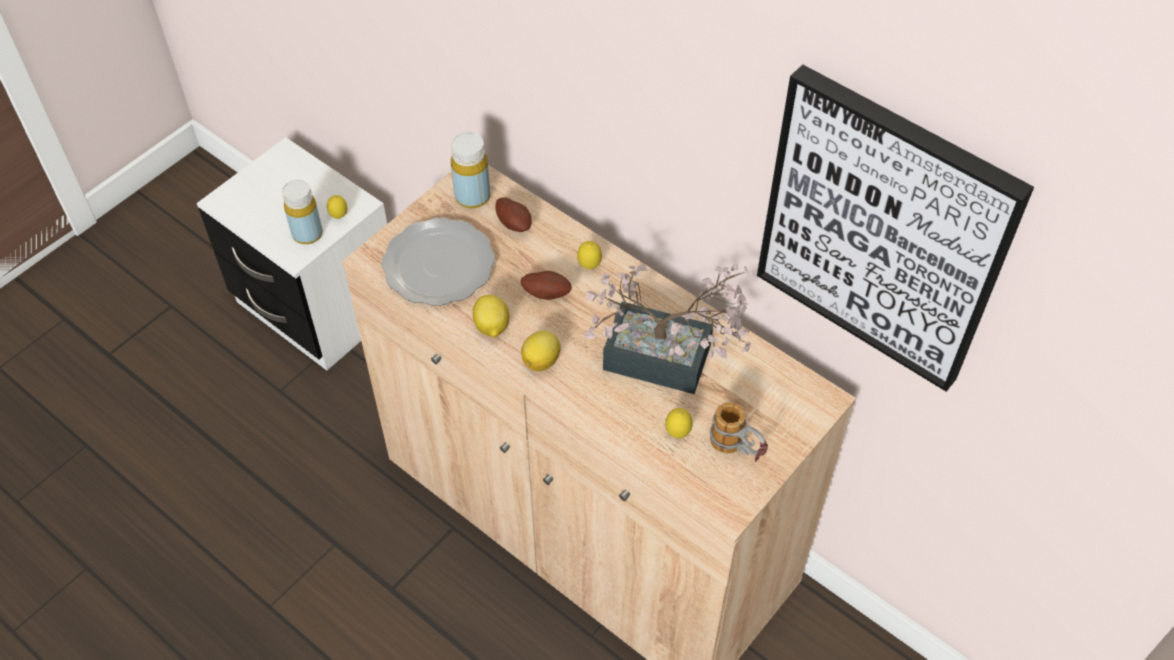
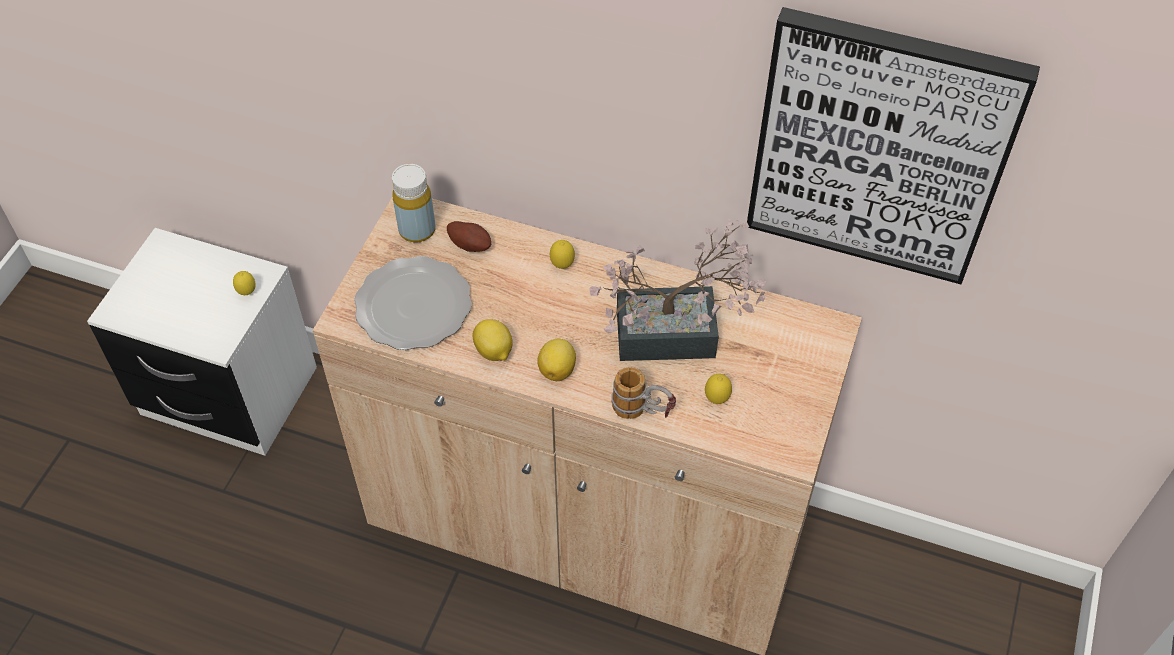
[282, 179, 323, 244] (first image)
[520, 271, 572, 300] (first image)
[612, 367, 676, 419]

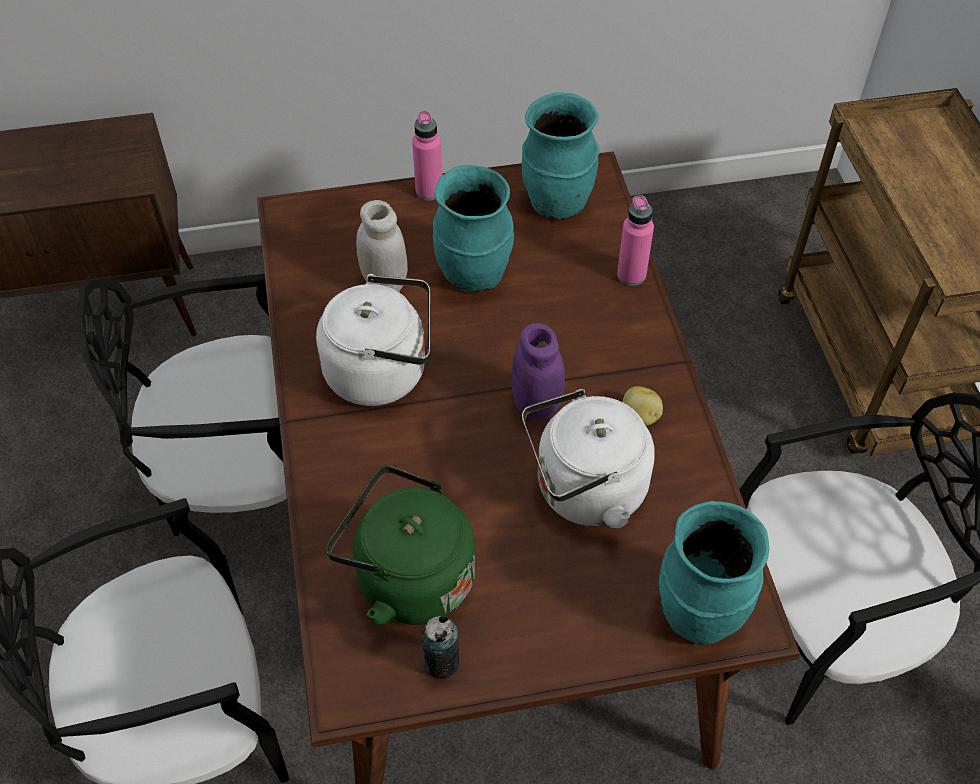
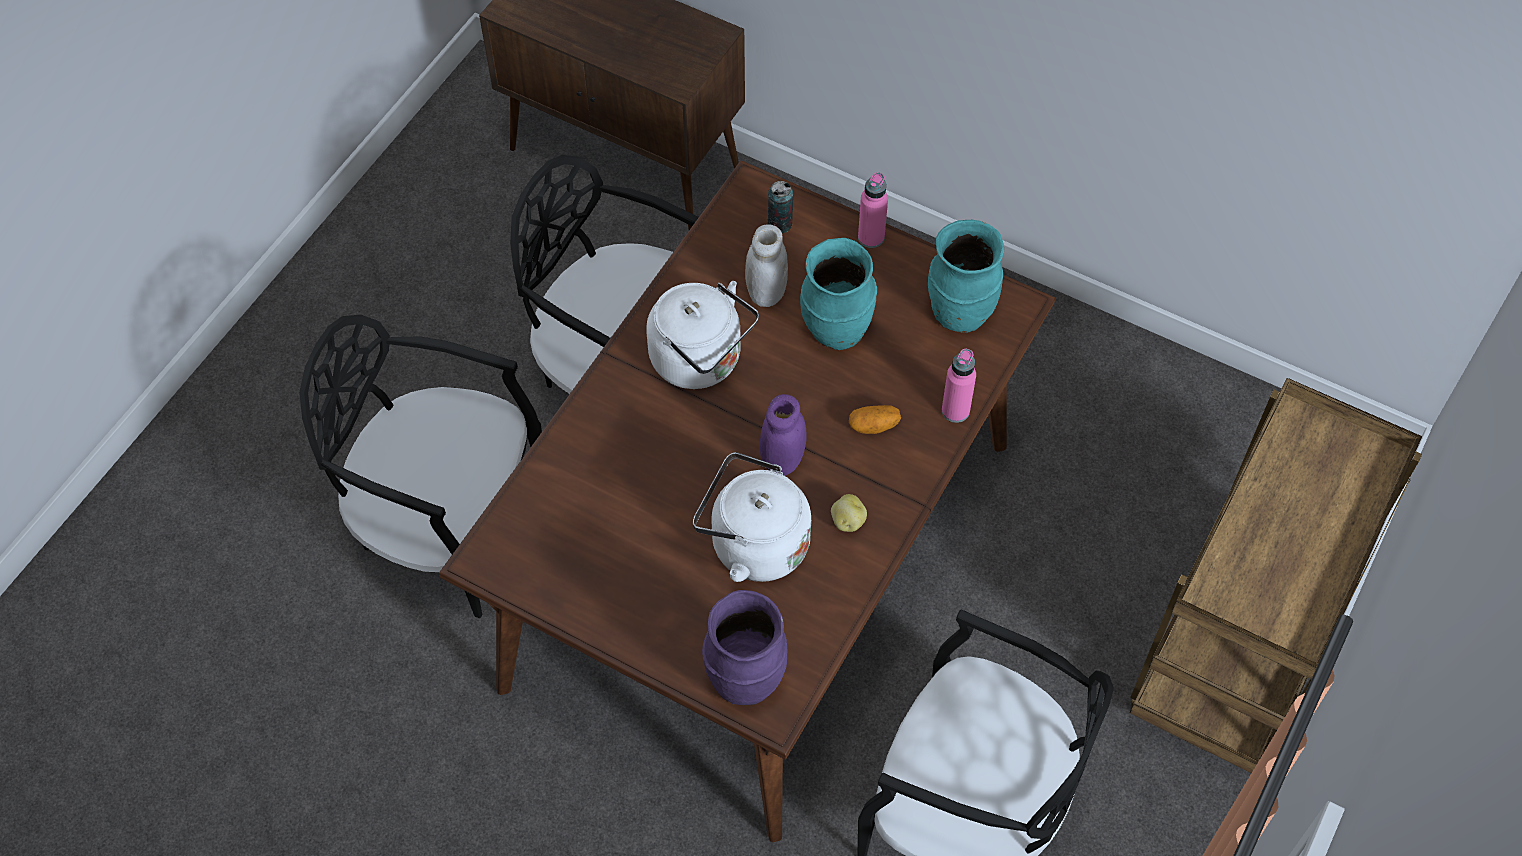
[326, 465, 476, 625] (first image)
[702, 590, 787, 705]
[767, 181, 793, 233]
[849, 405, 901, 434]

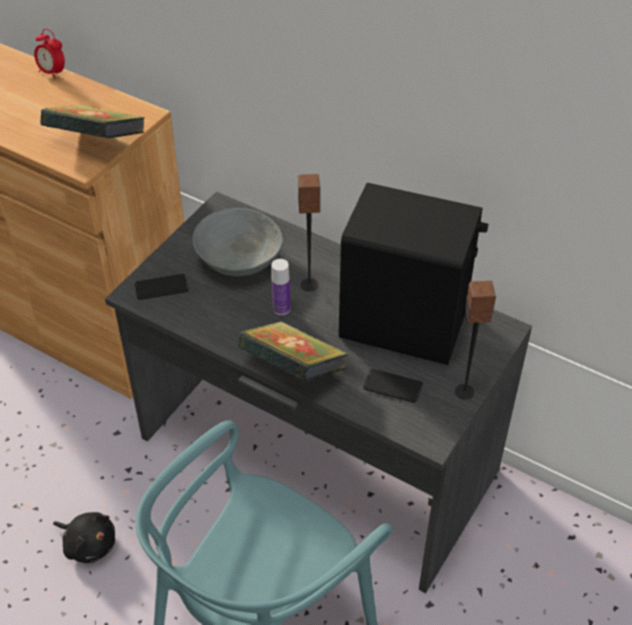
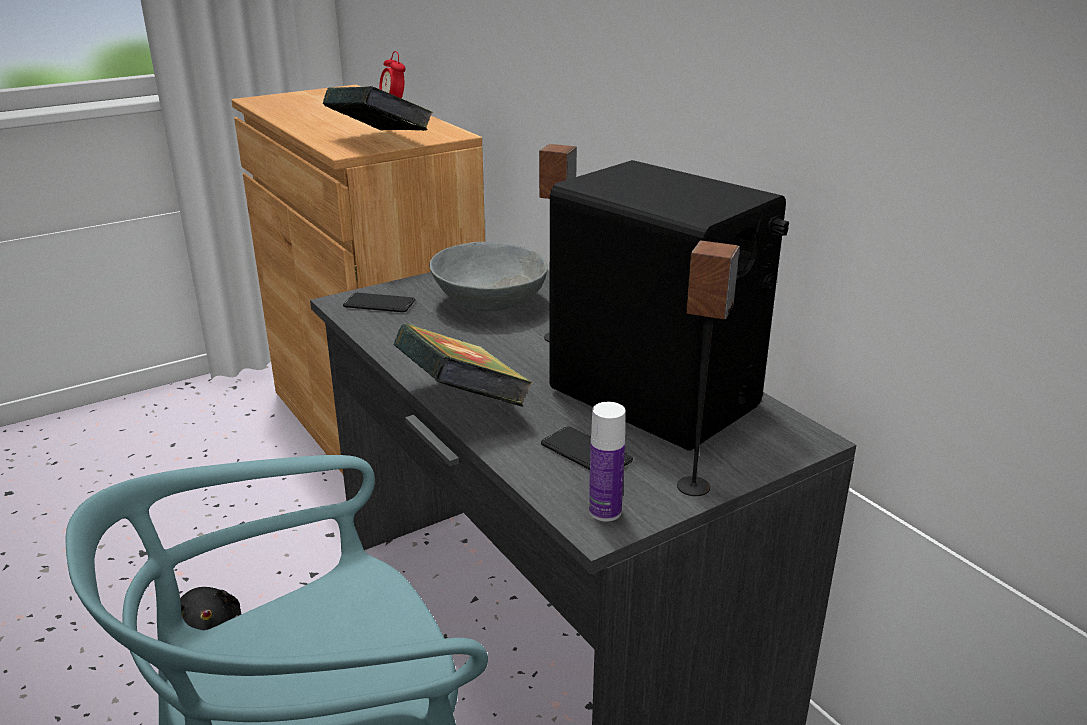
[589, 402, 626, 522]

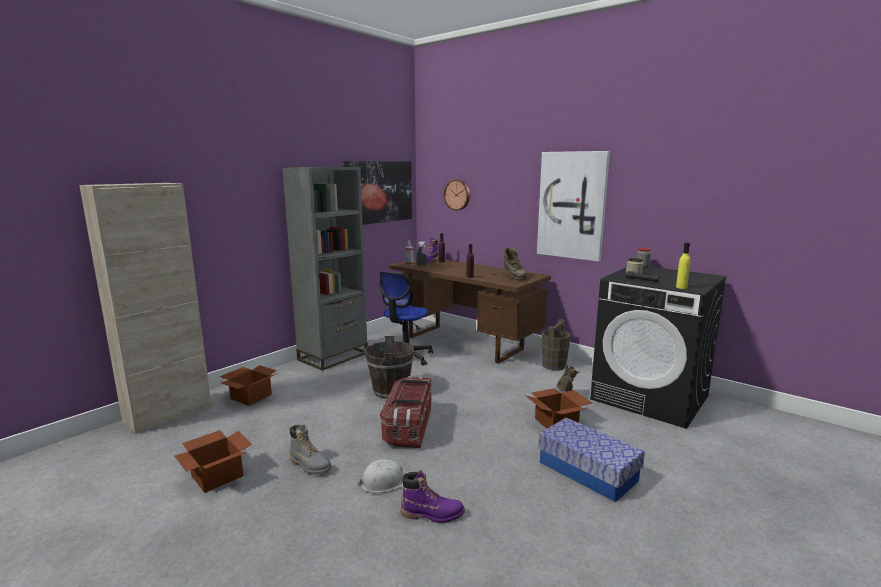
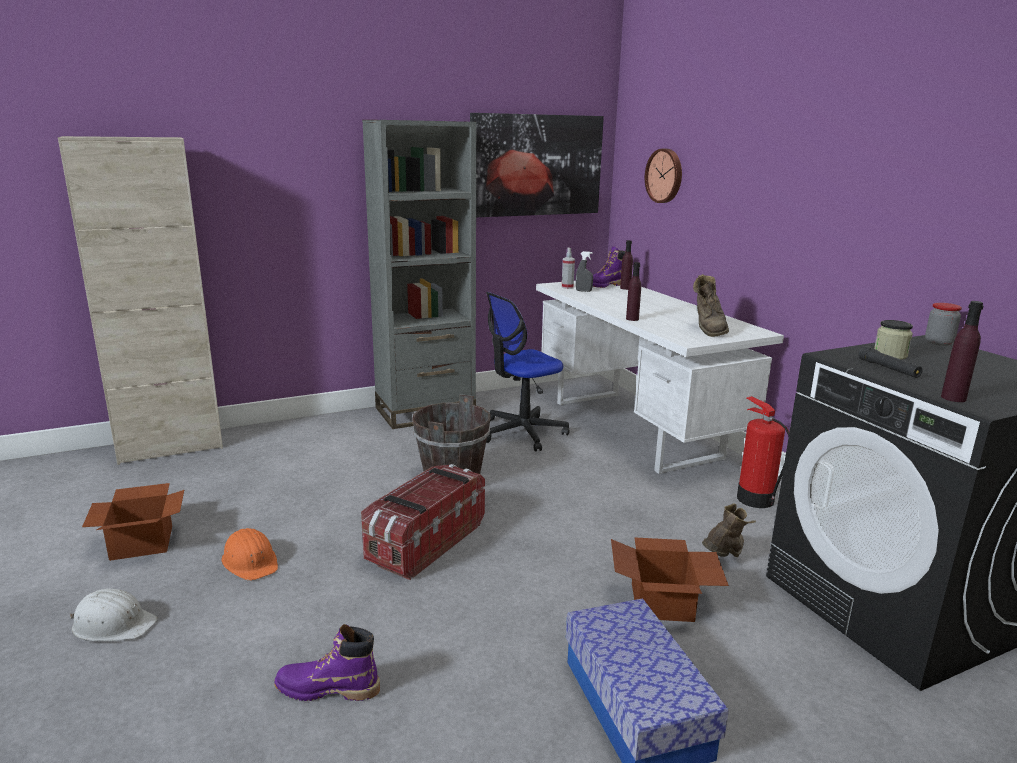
[537, 151, 610, 262] (first image)
[941, 301, 983, 402]
[536, 281, 784, 474]
[737, 396, 789, 508]
[219, 365, 277, 406] (first image)
[222, 528, 278, 581]
[69, 588, 158, 641]
[274, 624, 380, 701]

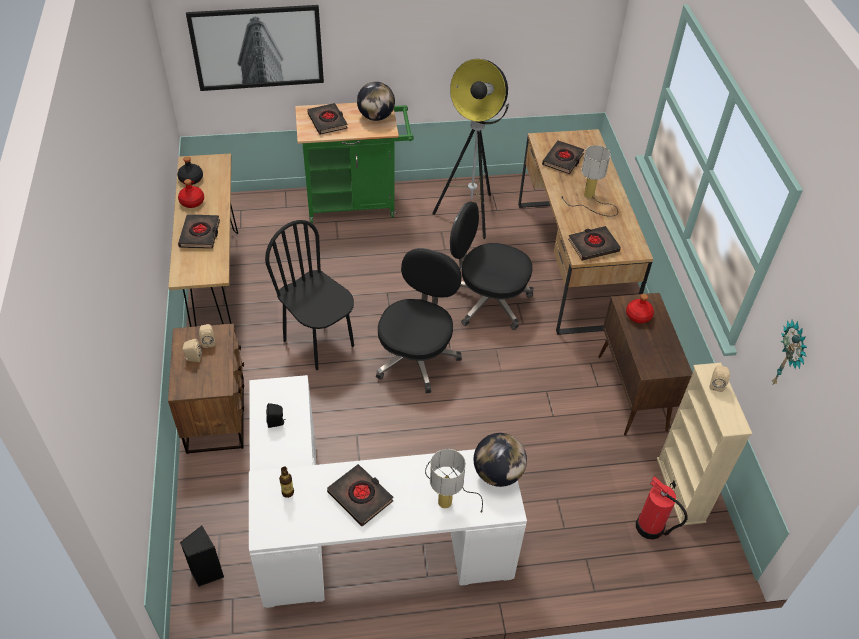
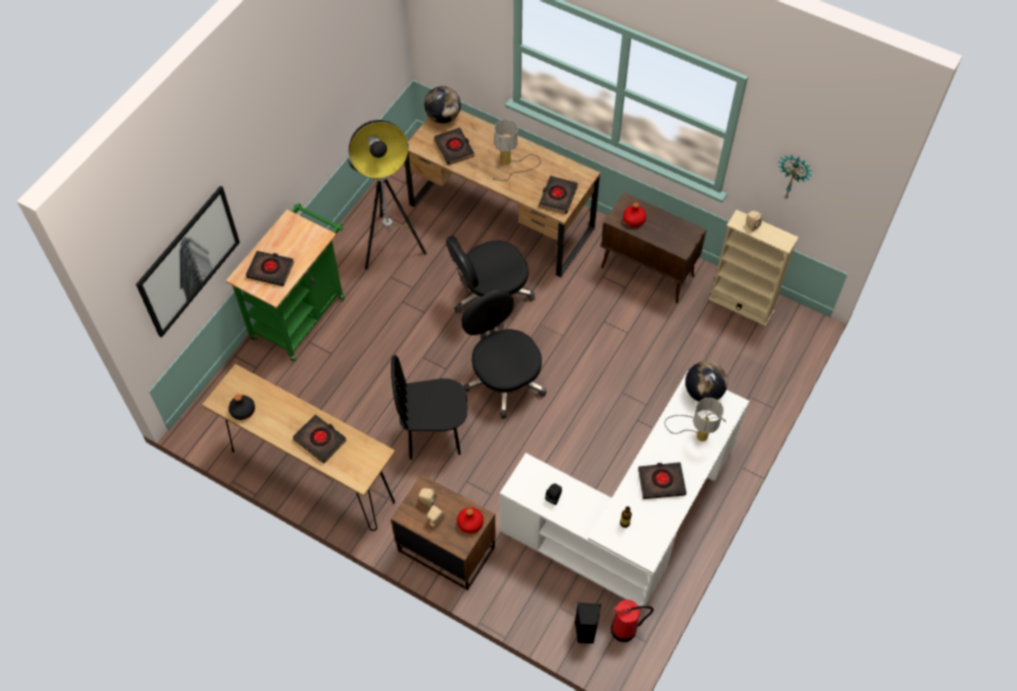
[424, 86, 461, 123]
[457, 507, 484, 534]
[611, 600, 654, 642]

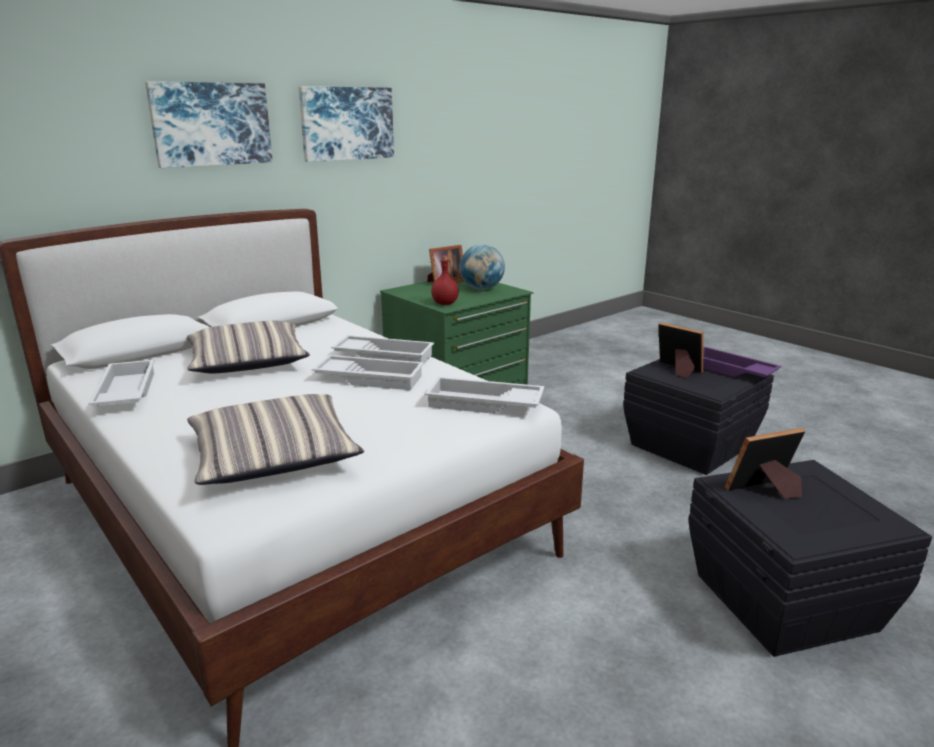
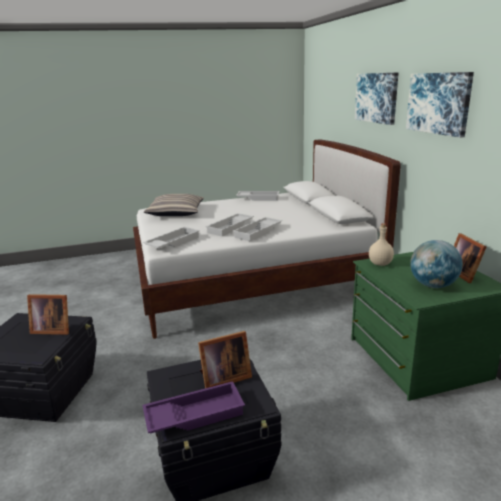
[369, 223, 394, 266]
[187, 321, 310, 374] (first image)
[27, 294, 69, 335]

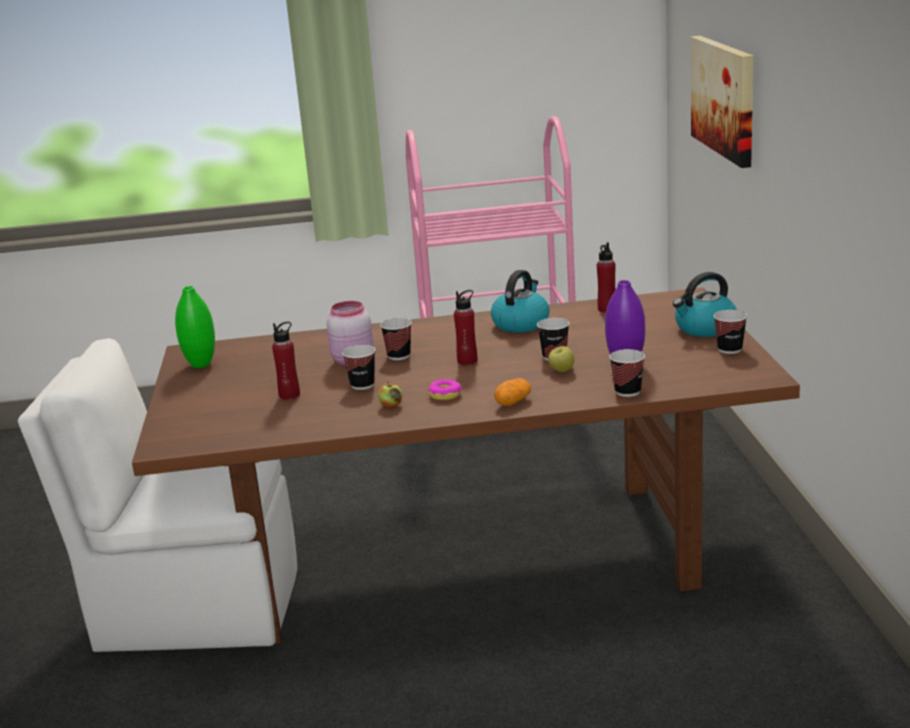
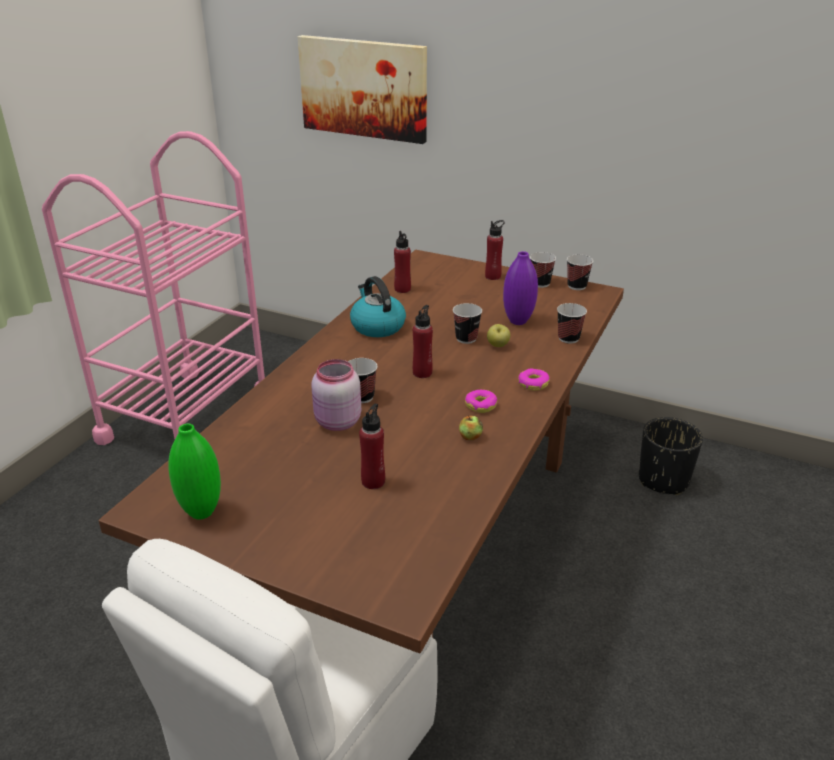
[485, 220, 505, 280]
[567, 254, 593, 290]
[518, 369, 550, 391]
[639, 417, 703, 495]

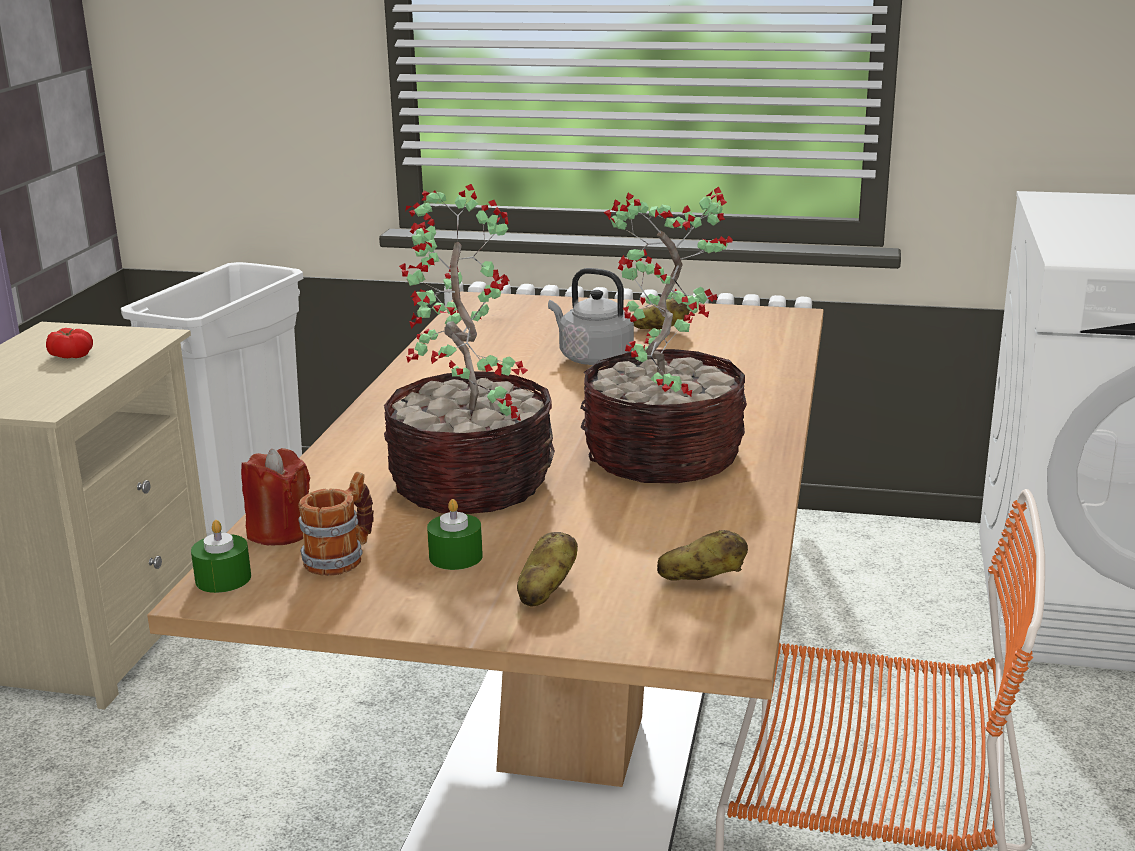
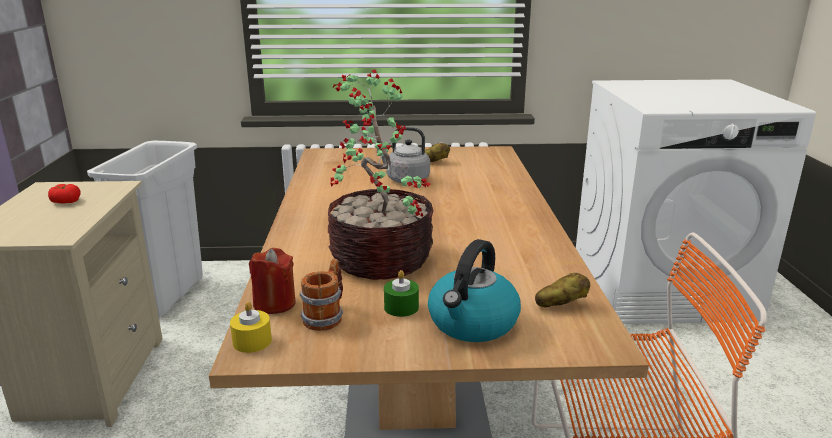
[580, 187, 747, 483] (first image)
[230, 302, 272, 353]
[428, 239, 521, 342]

